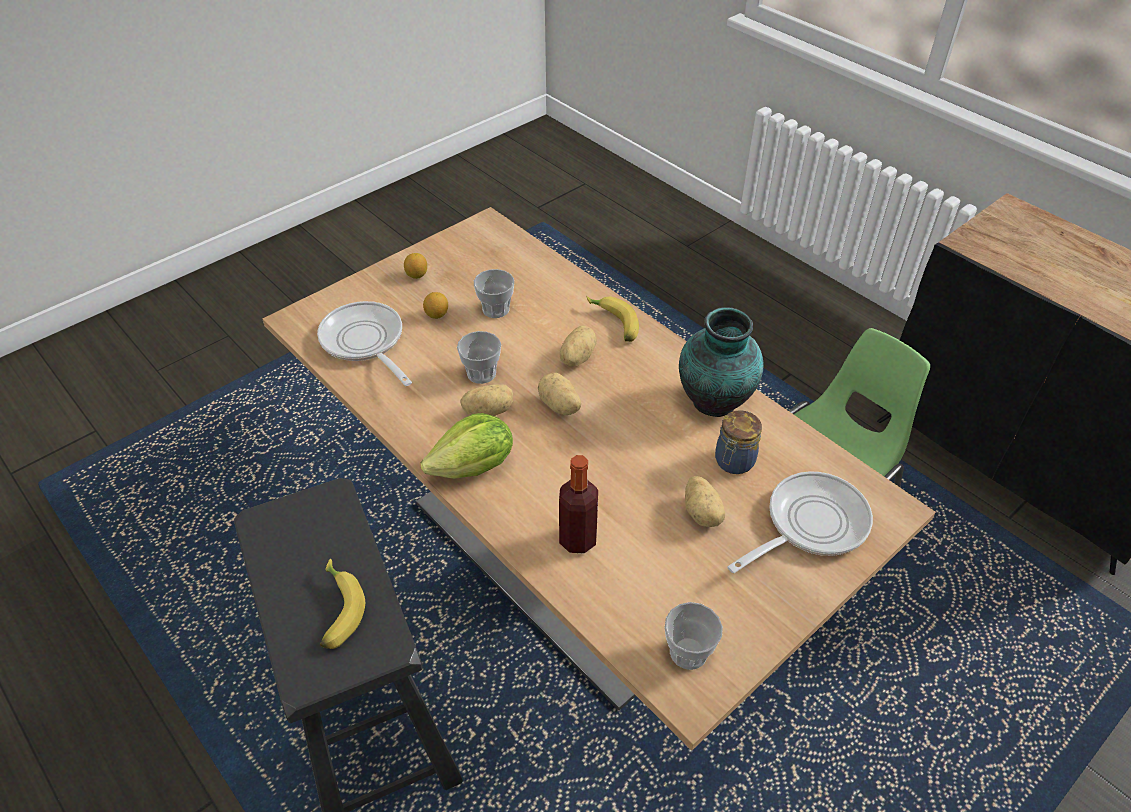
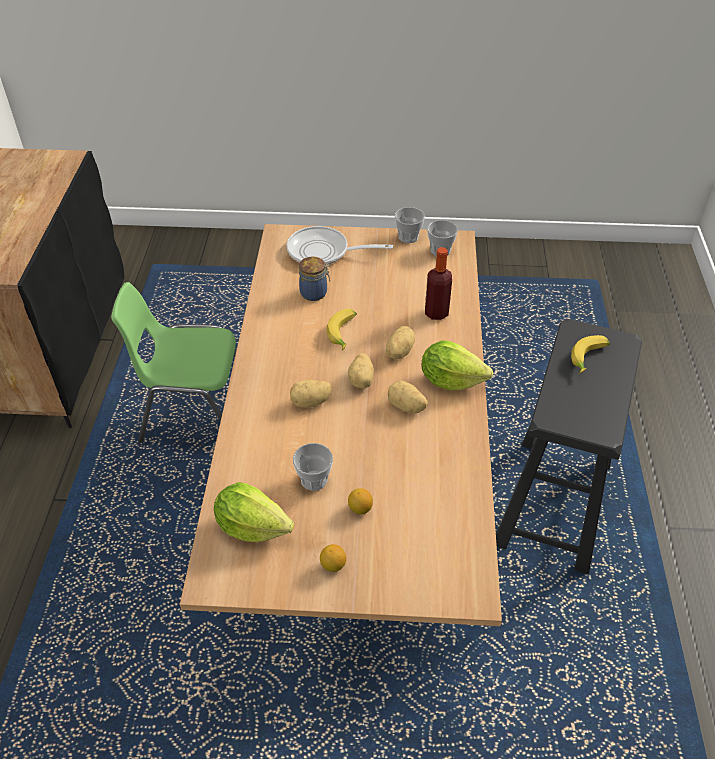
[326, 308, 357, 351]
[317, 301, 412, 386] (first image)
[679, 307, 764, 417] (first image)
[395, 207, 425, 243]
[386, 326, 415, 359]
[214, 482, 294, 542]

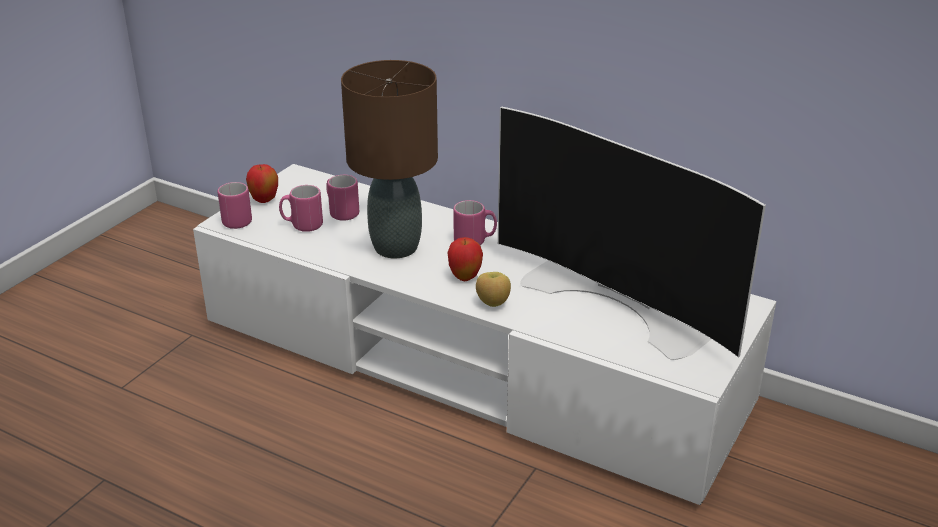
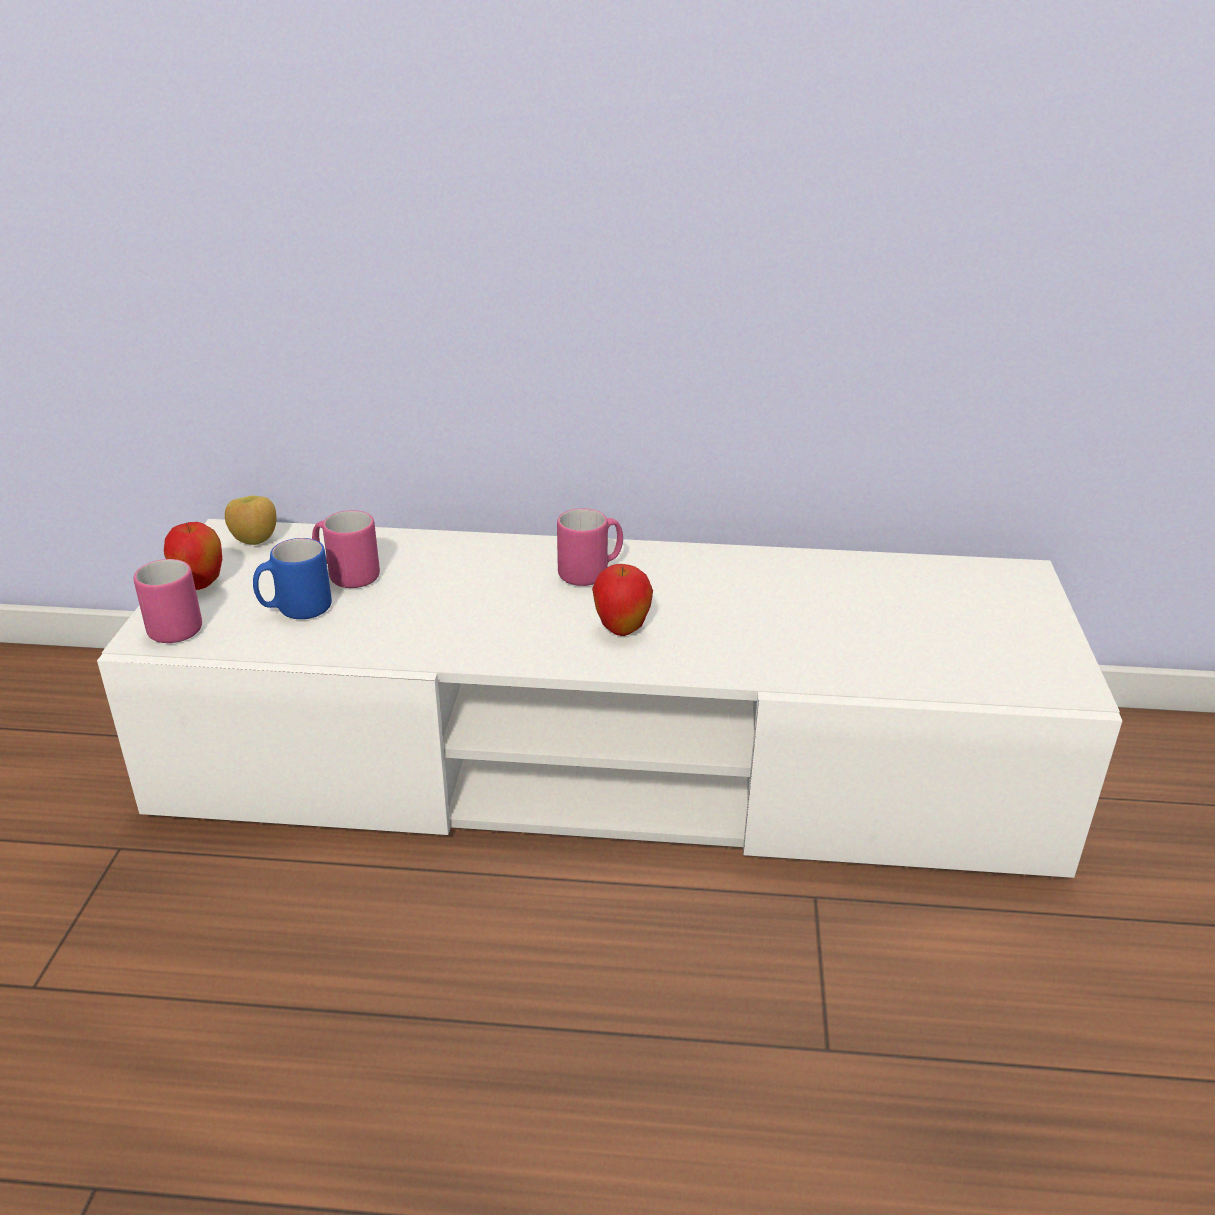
[341, 60, 438, 258] (first image)
[498, 107, 766, 360] (first image)
[253, 538, 332, 619]
[225, 496, 277, 545]

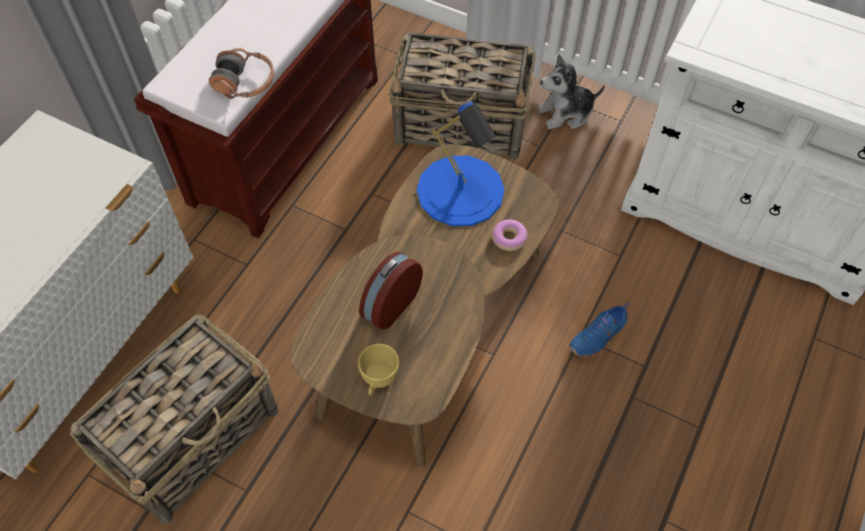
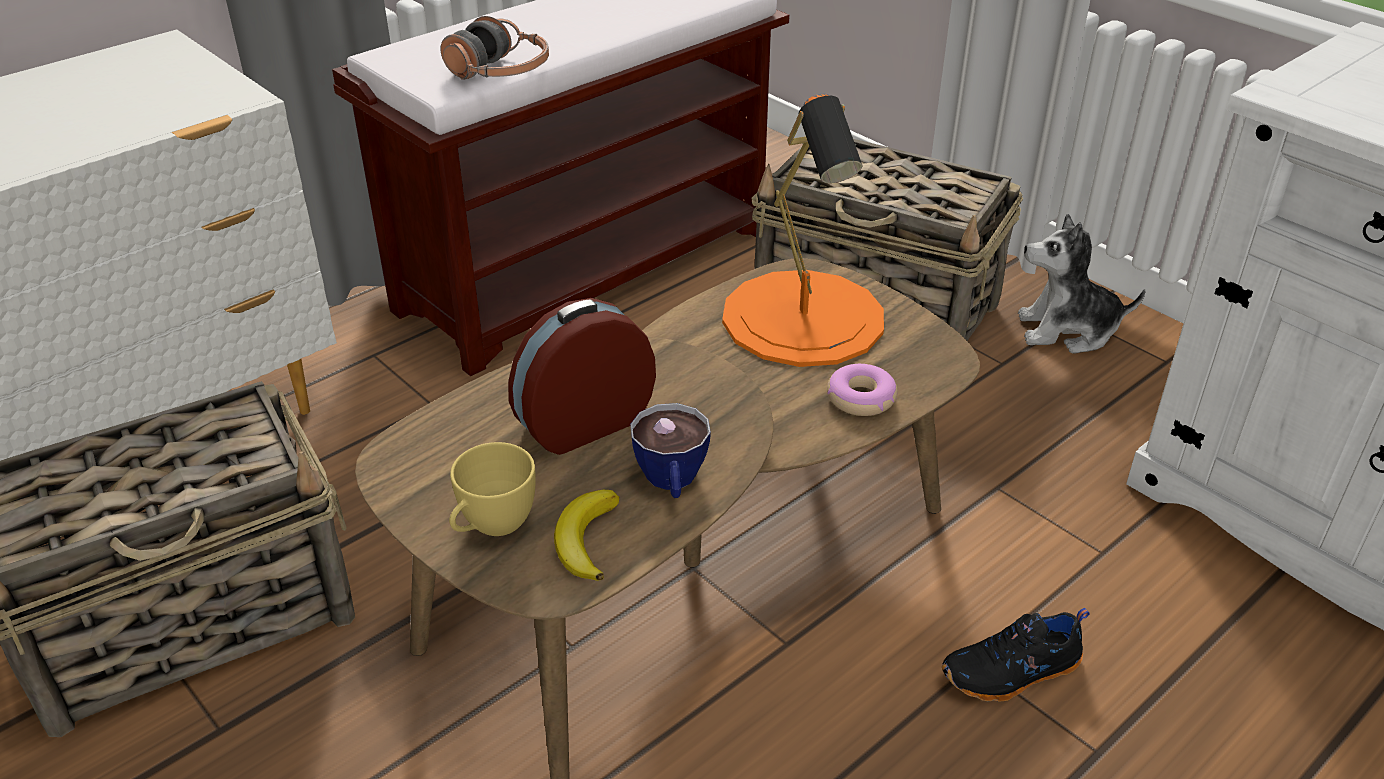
[722, 94, 884, 367]
[942, 608, 1090, 702]
[630, 403, 711, 498]
[554, 490, 619, 581]

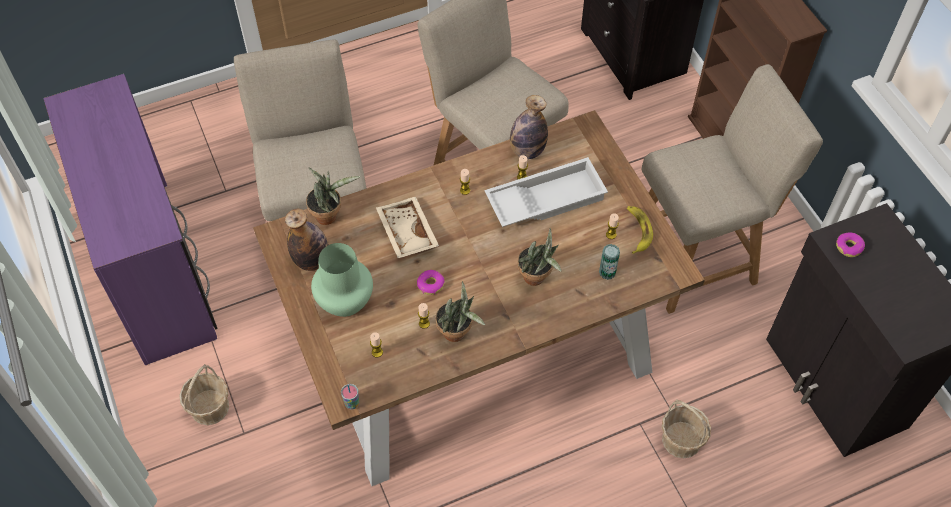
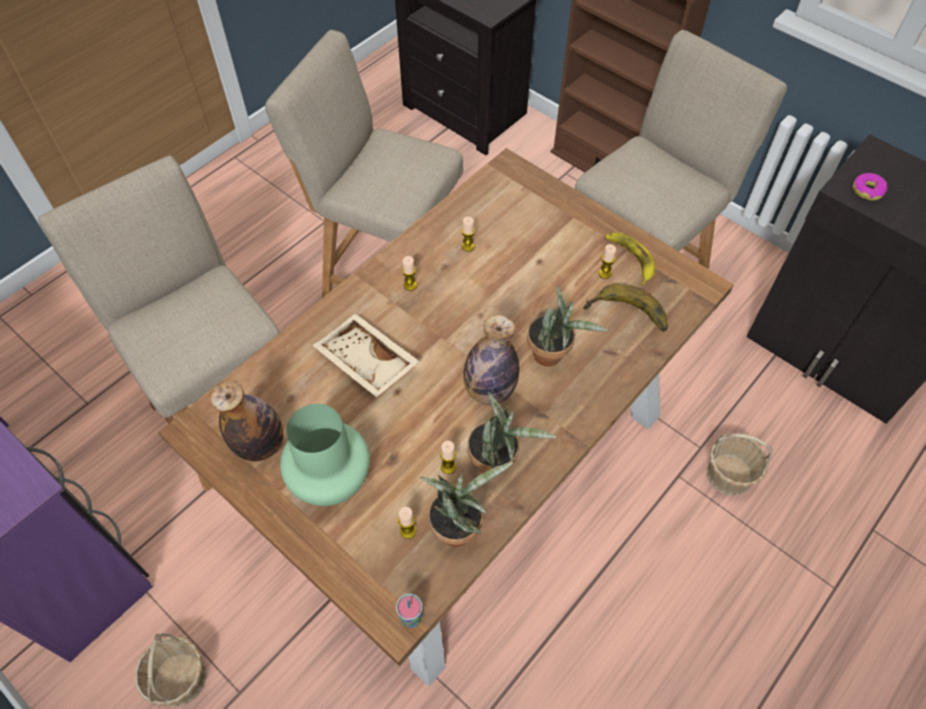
[463, 315, 519, 405]
[484, 157, 608, 227] (first image)
[420, 462, 513, 547]
[583, 284, 668, 332]
[417, 270, 445, 295] (first image)

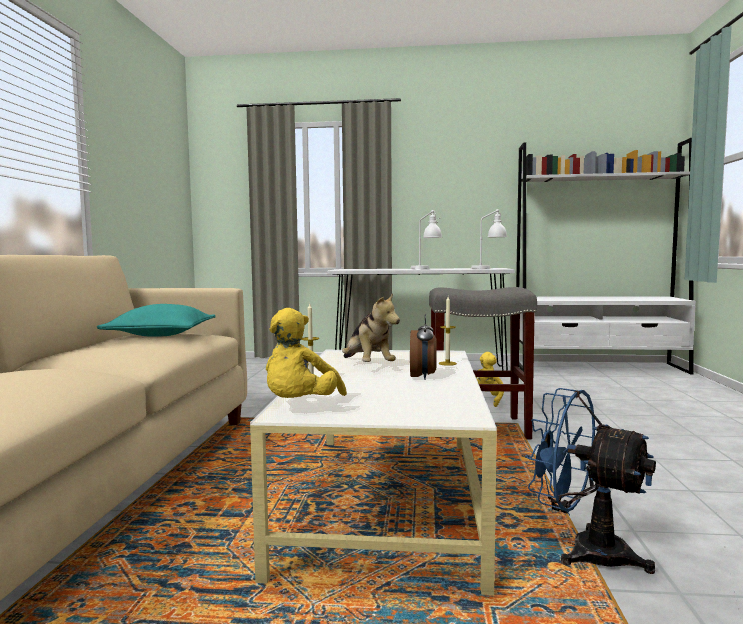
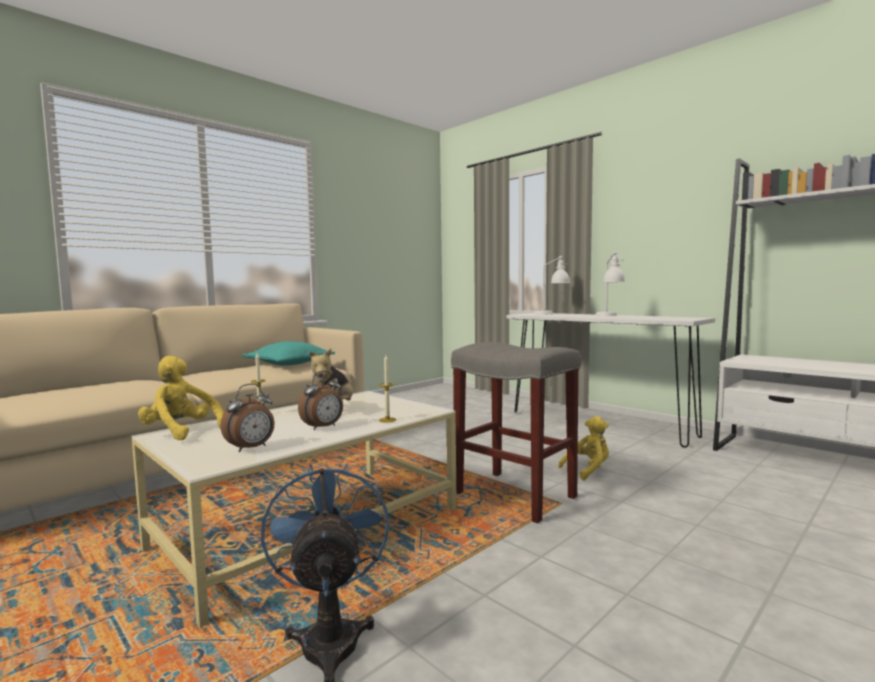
[534, 256, 570, 314]
[138, 356, 224, 440]
[220, 384, 275, 452]

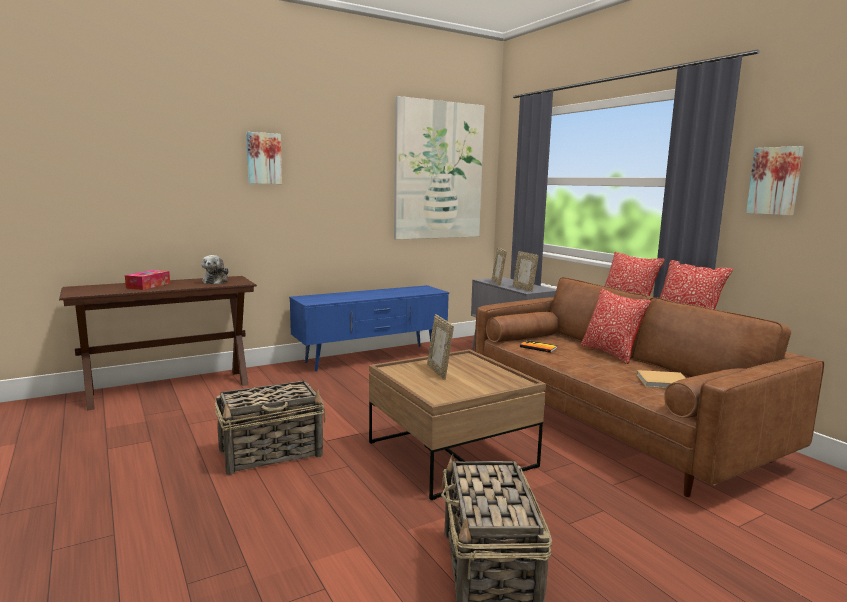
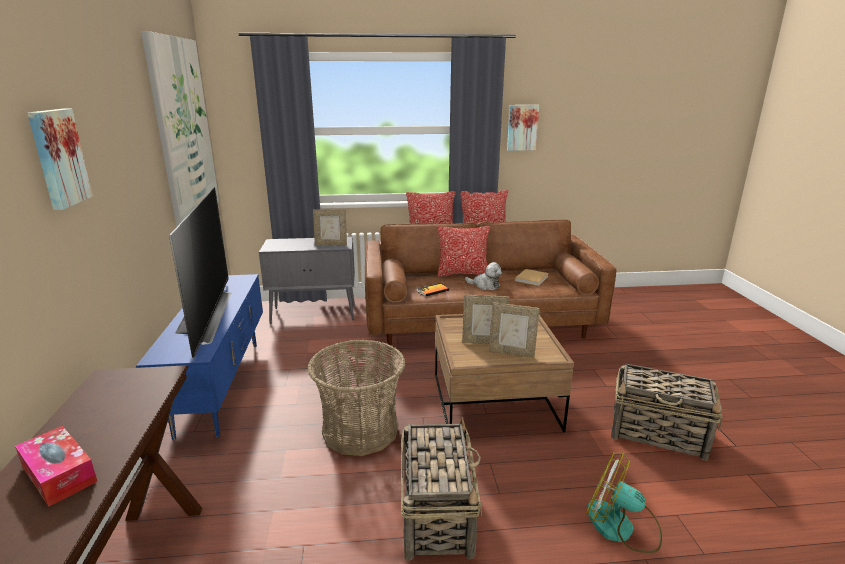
[489, 302, 540, 358]
[465, 262, 502, 290]
[169, 187, 231, 358]
[307, 340, 406, 456]
[587, 452, 662, 553]

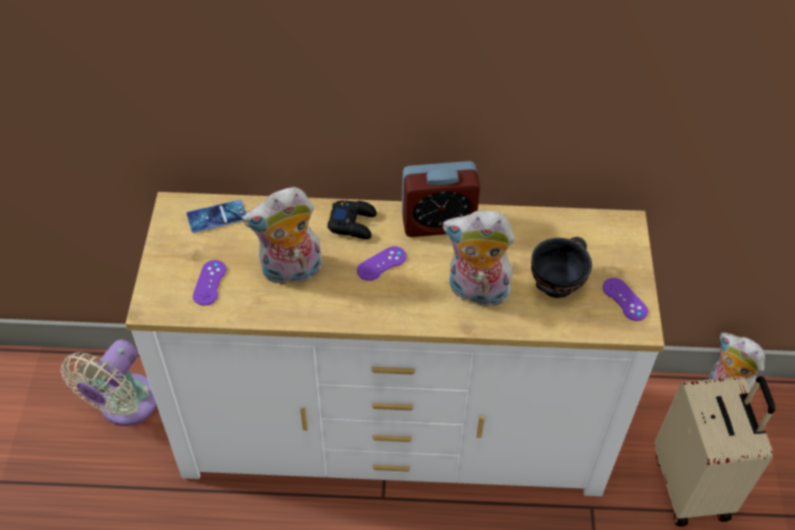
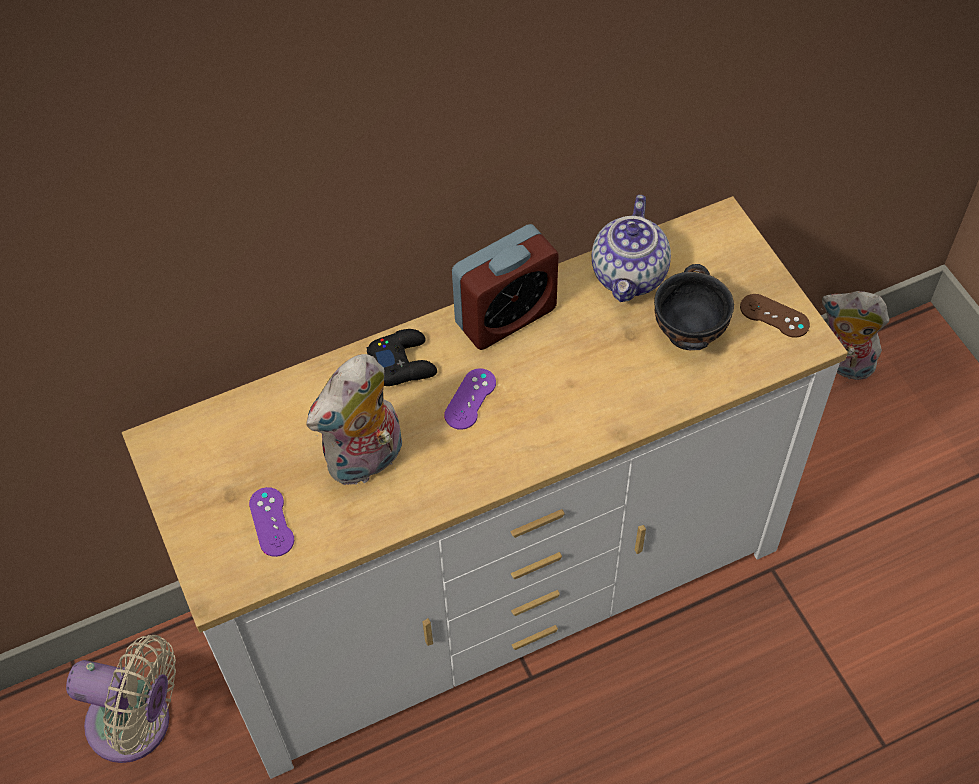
[186, 200, 246, 233] (first image)
[443, 211, 515, 311] (first image)
[740, 294, 810, 338]
[66, 635, 176, 763]
[655, 376, 775, 527] (first image)
[592, 195, 671, 302]

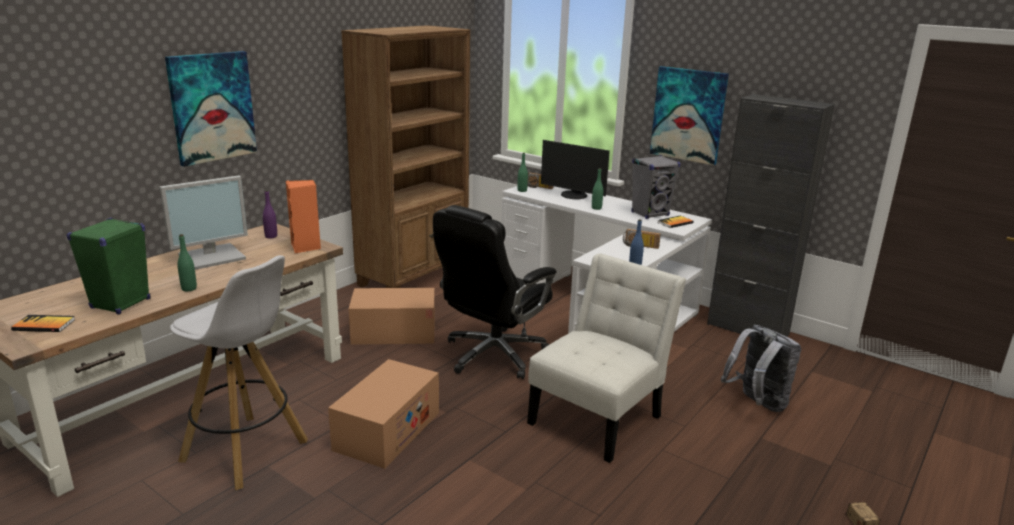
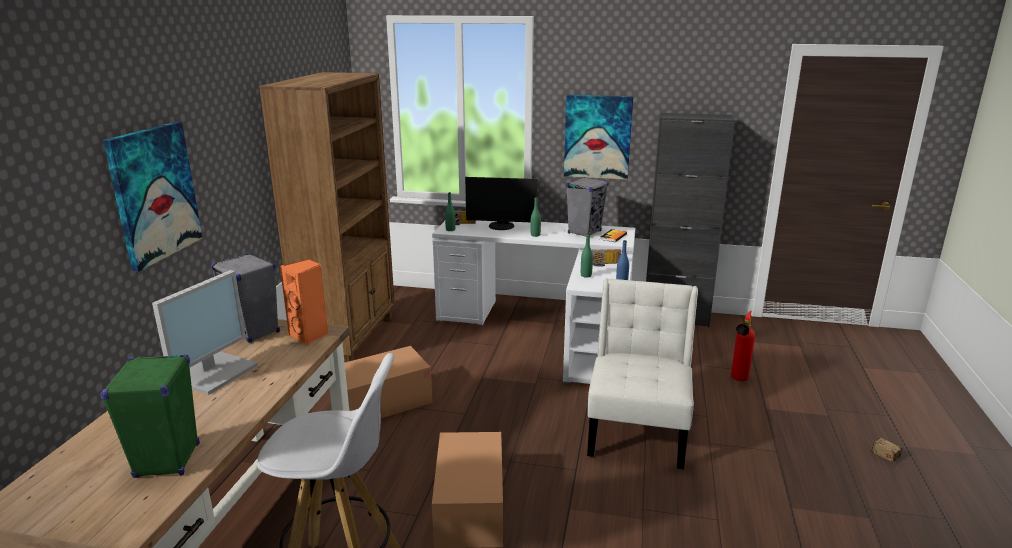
[211, 253, 280, 343]
[433, 205, 557, 379] (first image)
[581, 233, 593, 278]
[11, 315, 75, 332] (first image)
[731, 311, 755, 381]

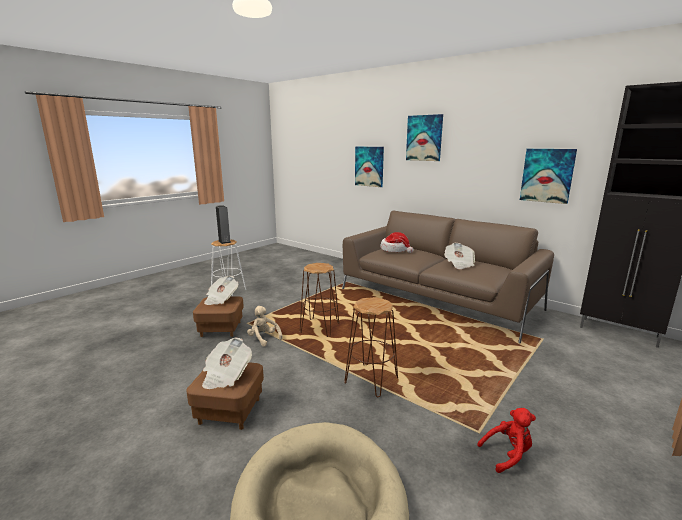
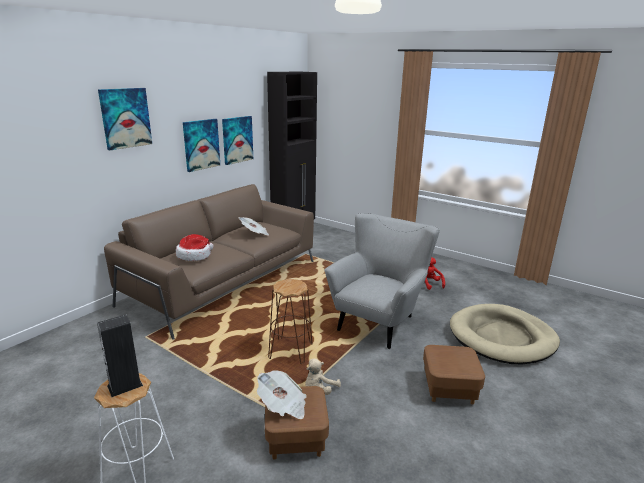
[183, 119, 220, 172]
[325, 213, 440, 349]
[202, 338, 252, 389] (first image)

